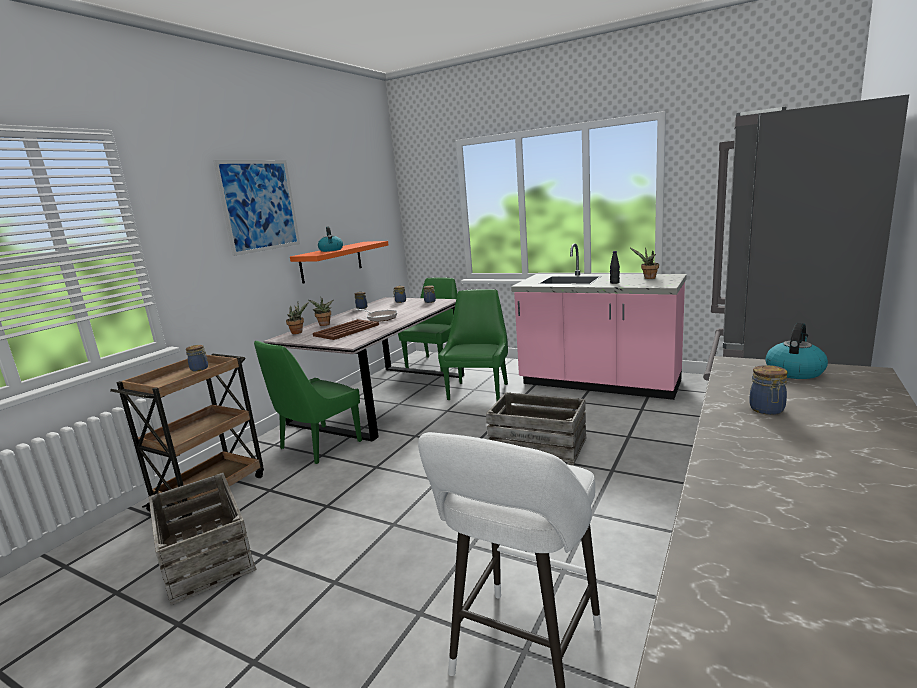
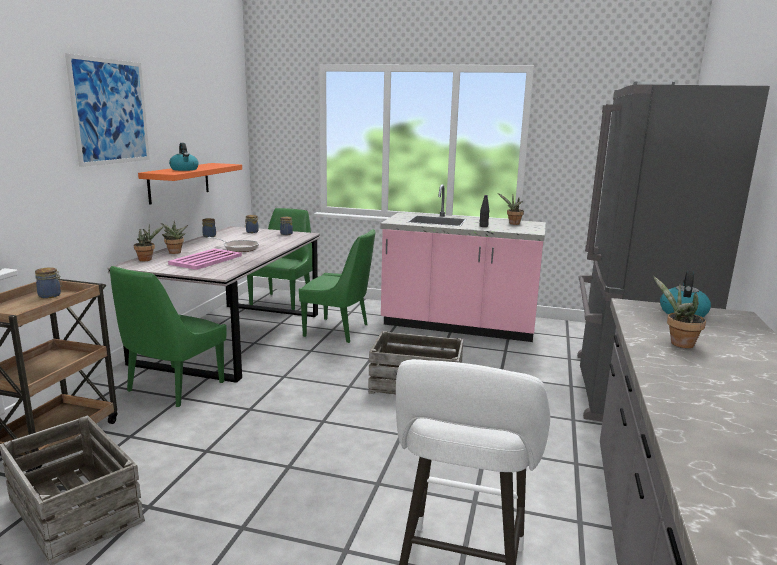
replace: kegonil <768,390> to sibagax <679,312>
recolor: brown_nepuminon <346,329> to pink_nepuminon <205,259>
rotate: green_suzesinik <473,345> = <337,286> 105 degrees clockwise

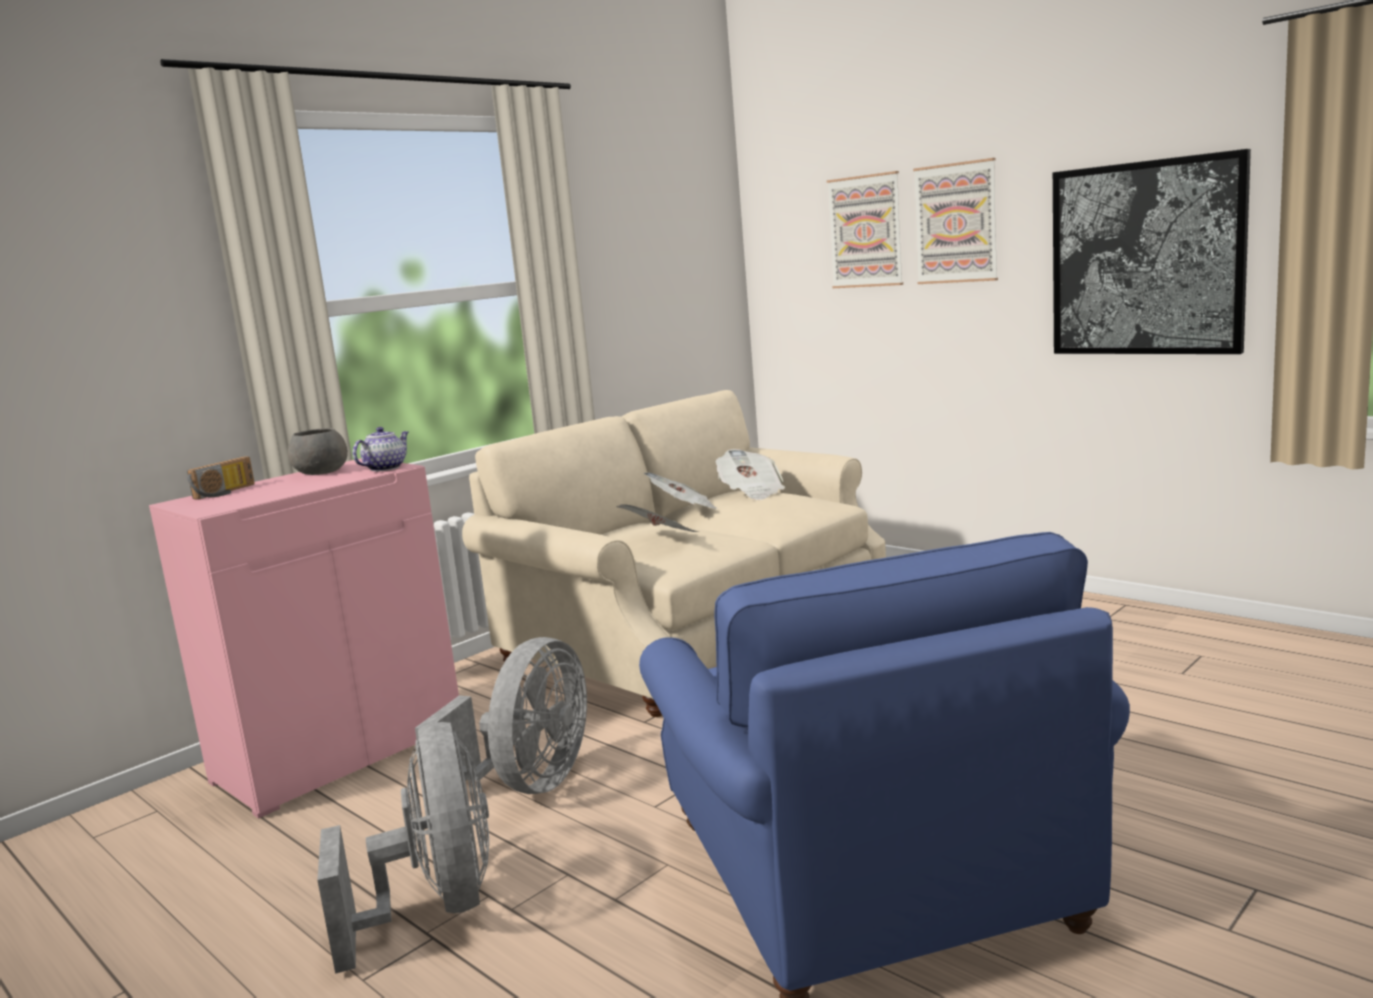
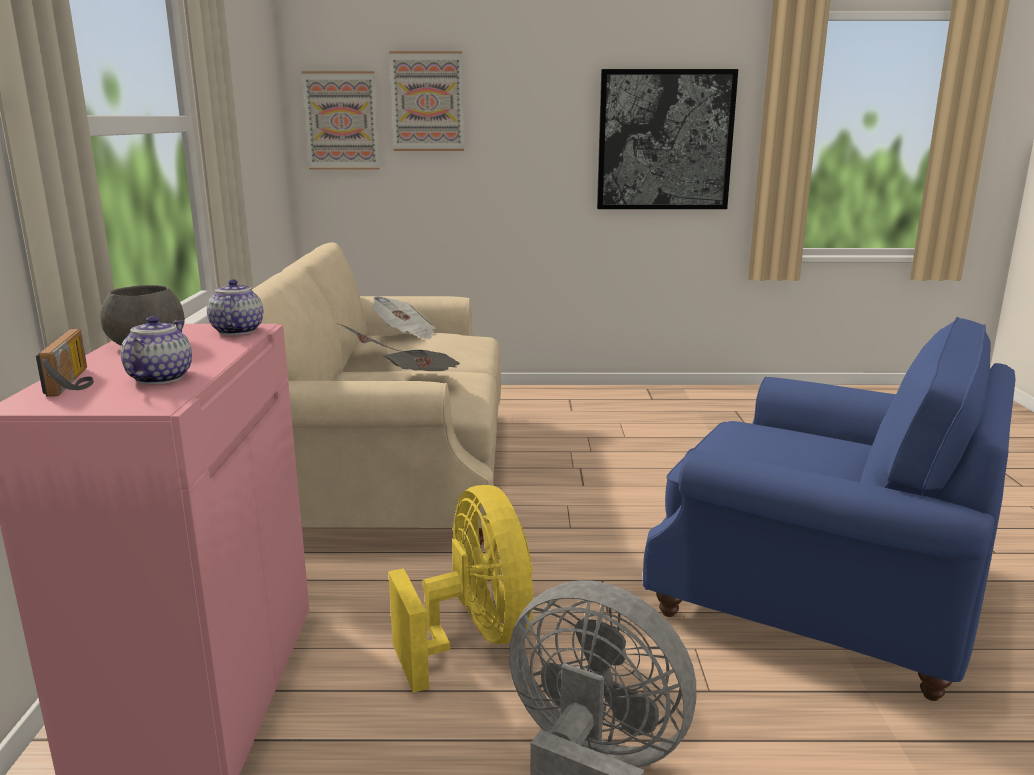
insert: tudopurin <156,350>
move: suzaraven <955,221> to <340,120>
recolor: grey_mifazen <501,715> to yellow_mifazen <460,589>

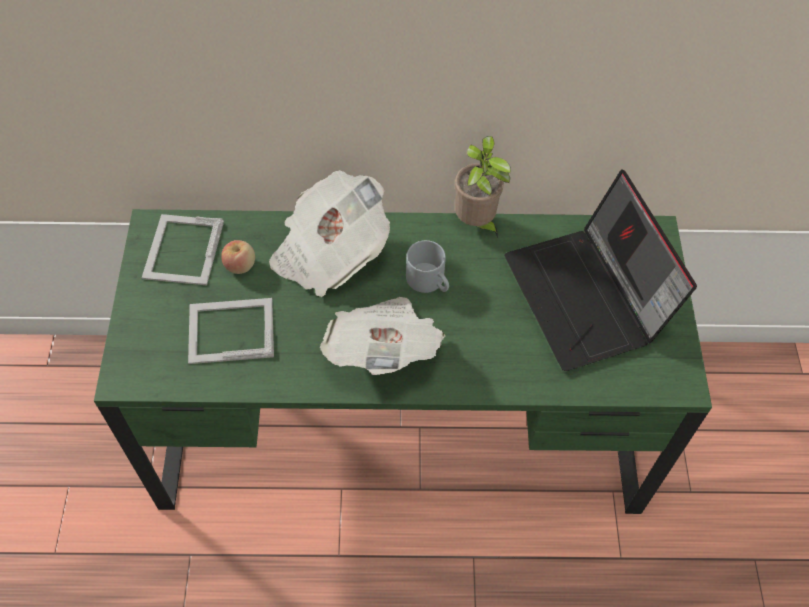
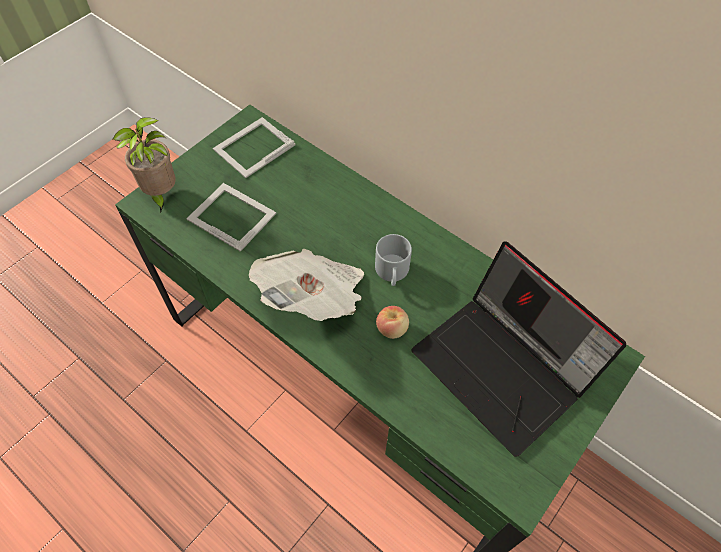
delete: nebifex <329,233>
move: sibagax <483,187> to <144,165>; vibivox <238,257> to <392,322>
rotate: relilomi <600,270> = <519,349> 60 degrees counterclockwise

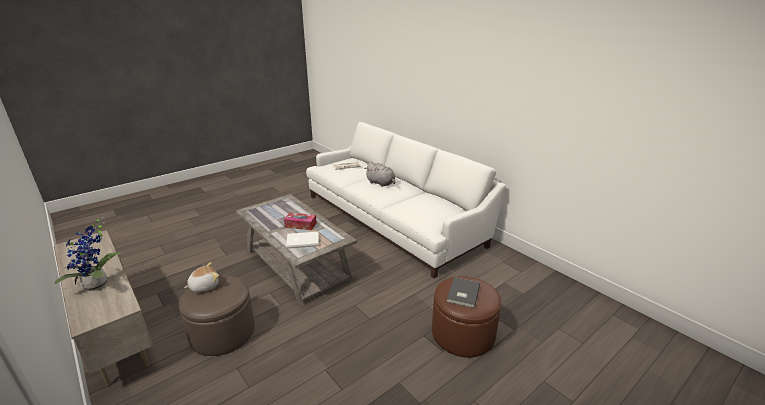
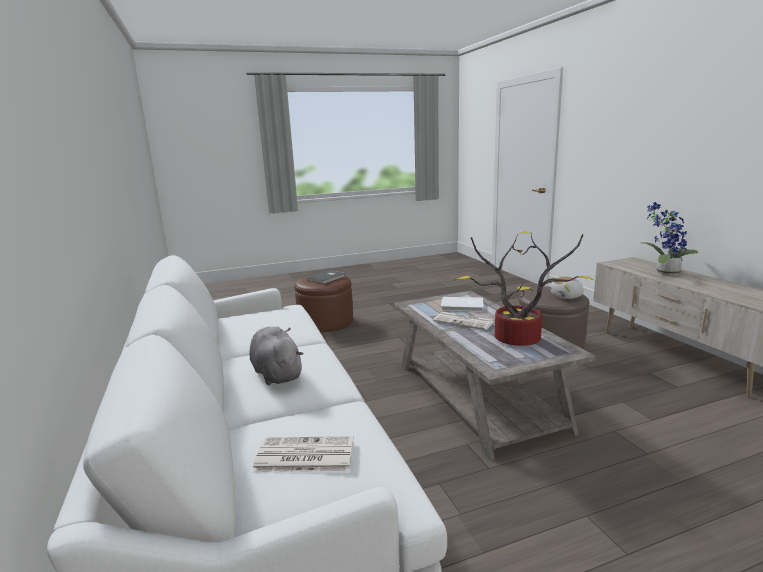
insert: sibagax <524,289>
replace: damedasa <300,221> to nebifex <464,321>

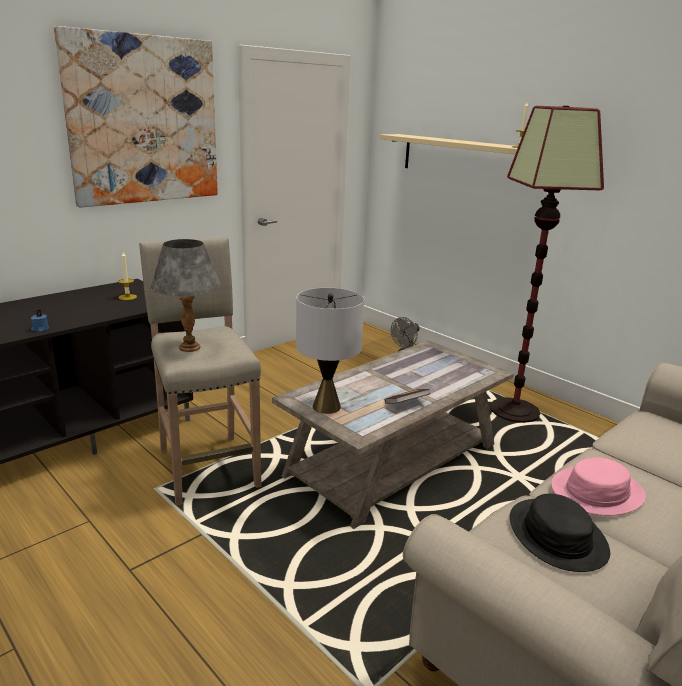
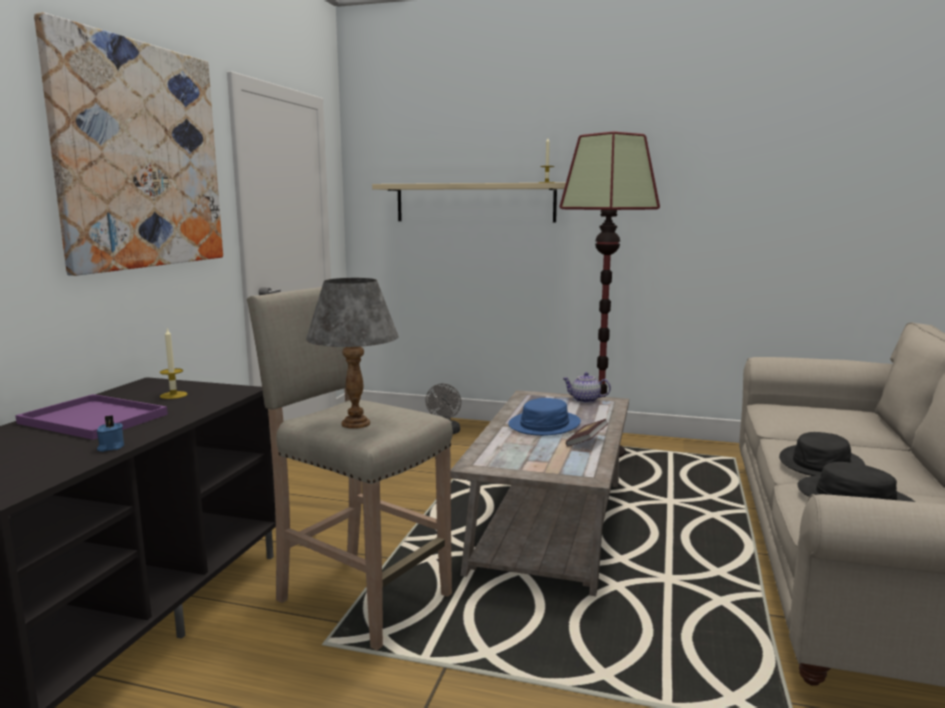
delete: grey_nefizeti <330,351>
insert: tudopurin <586,387>; purple_nepuminon <91,417>; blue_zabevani <544,417>
recolor: pink_zabevani <598,487> to black_zabevani <822,454>

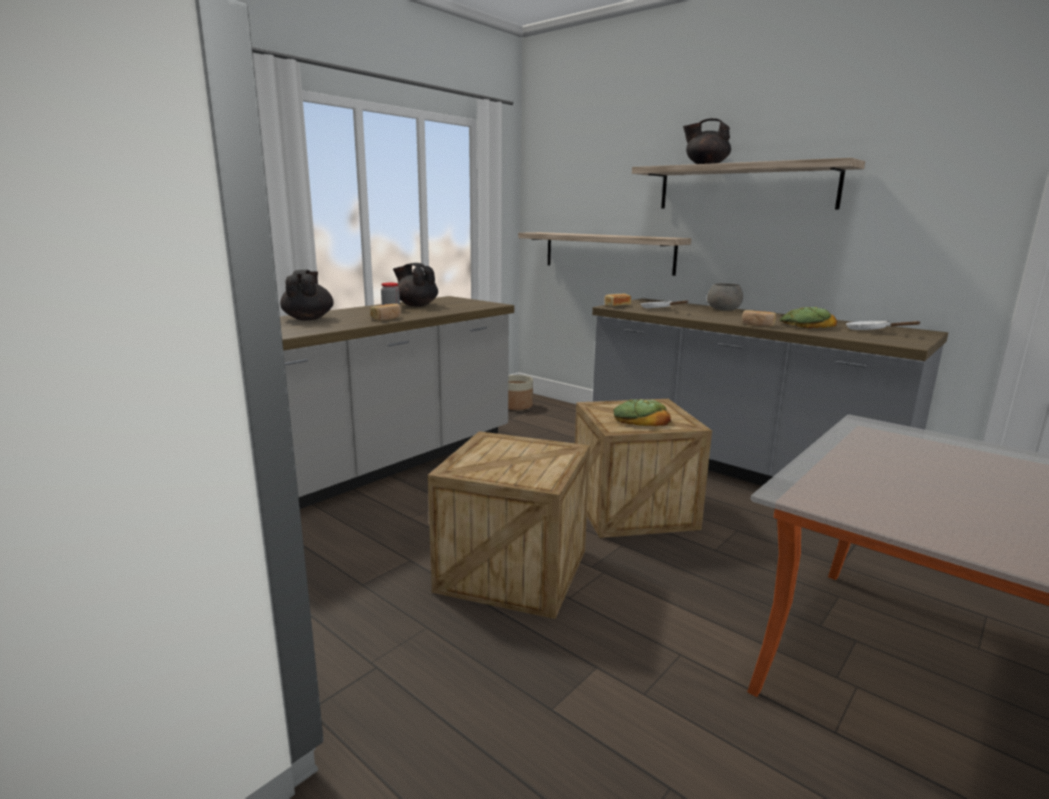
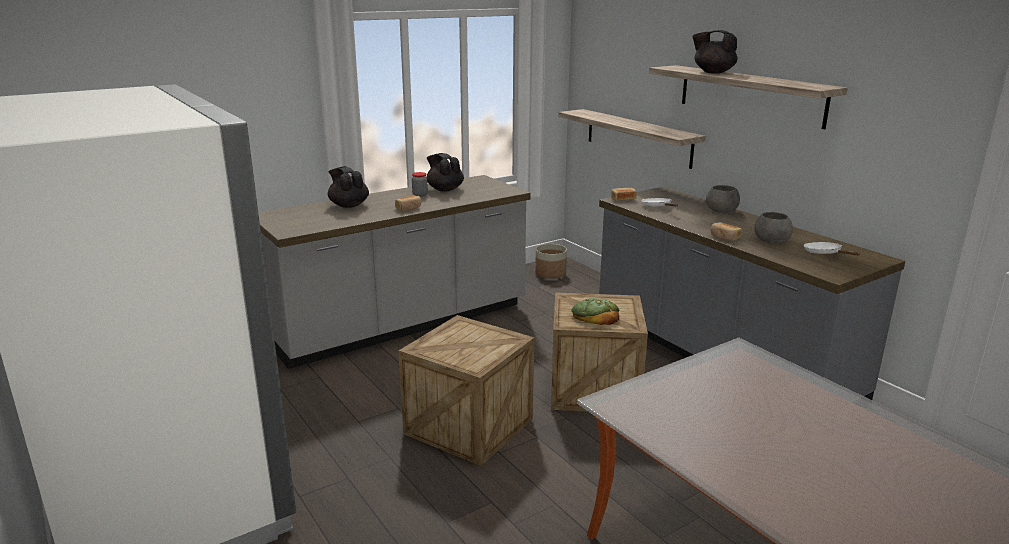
replace: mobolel <808,317> to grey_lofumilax <773,228>
rotate: black_tudopurin <307,295> = <348,187> 45 degrees counterclockwise

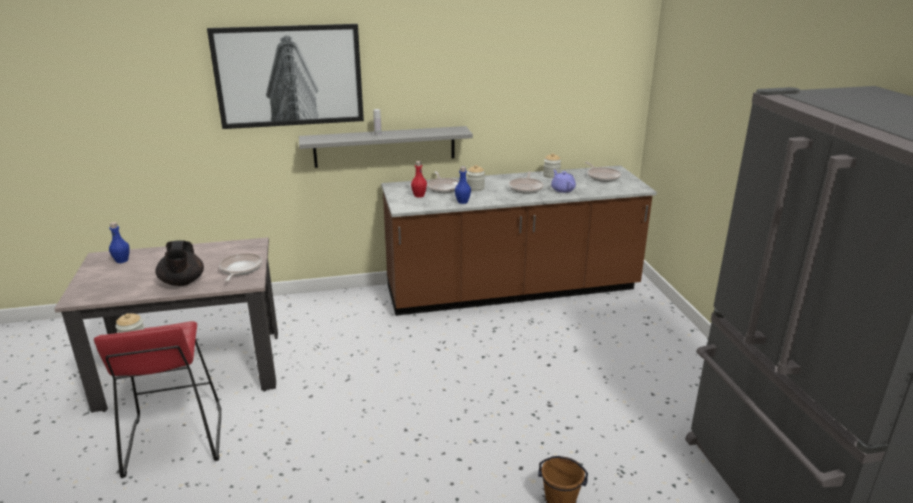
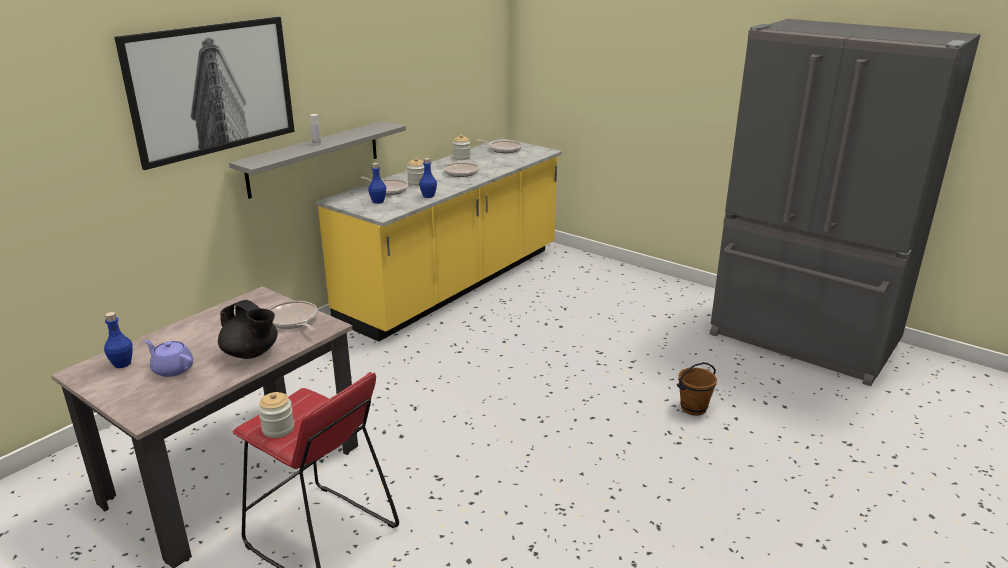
move: purple_tudopurin <563,181> to <169,358>
recolor: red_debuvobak <419,179> to blue_debuvobak <377,183>; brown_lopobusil <519,240> to yellow_lopobusil <439,240>

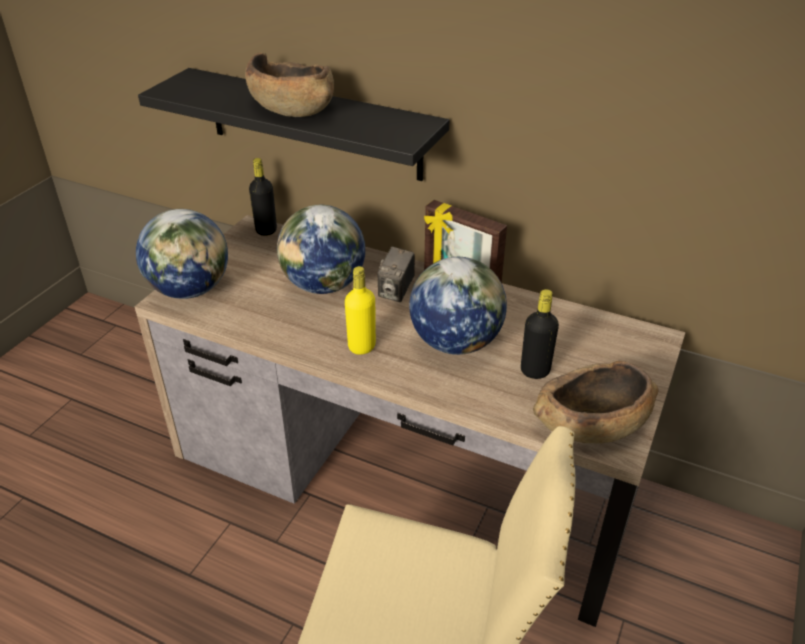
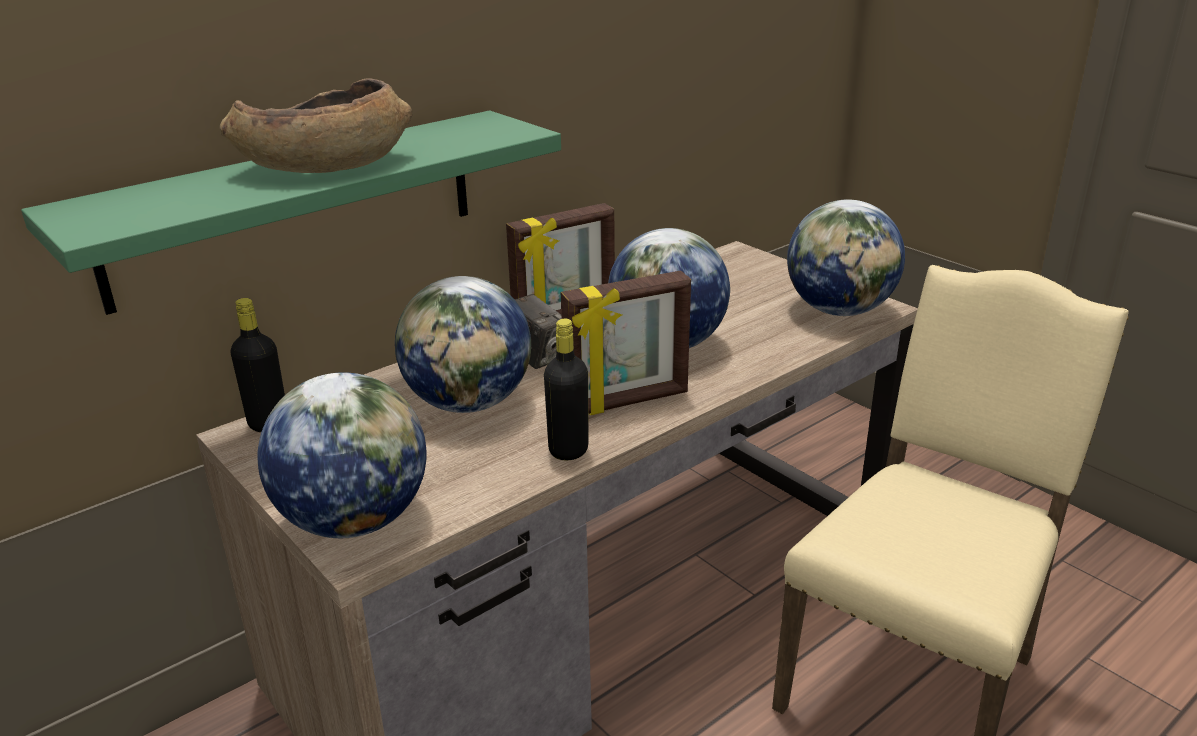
move: black_debuvobak <540,334> to <566,389>
replace: yellow_debuvobak <360,310> to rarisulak <626,343>; brown_lofumilax <596,402> to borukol <846,258>
recolor: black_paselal <294,124> to green_paselal <291,212>

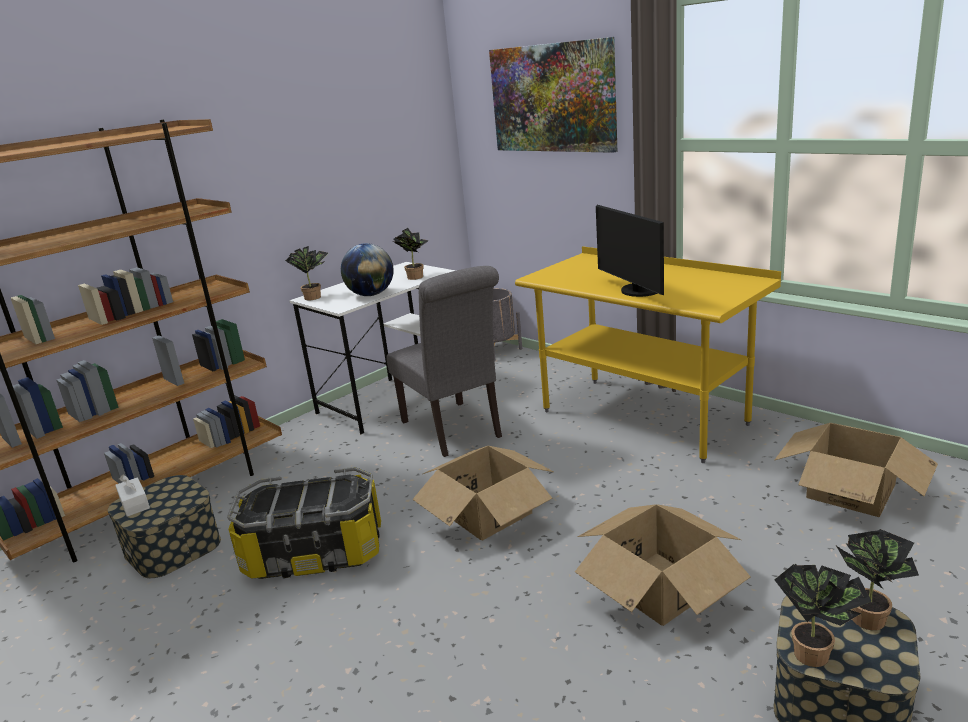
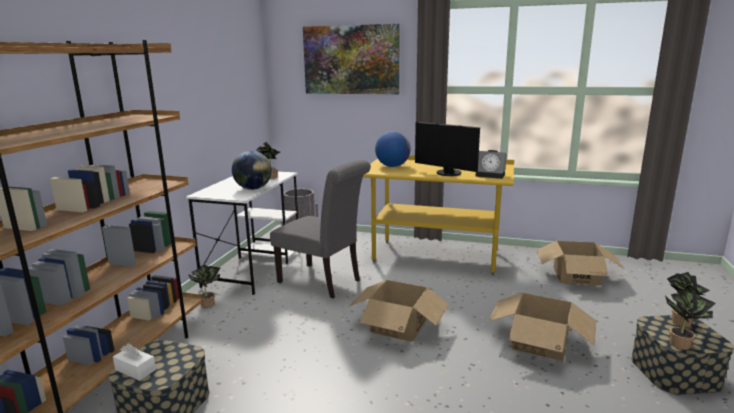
delete: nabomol <304,523>
insert: borukol <392,149>; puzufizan <491,164>
move: sibagax <306,273> to <204,286>

